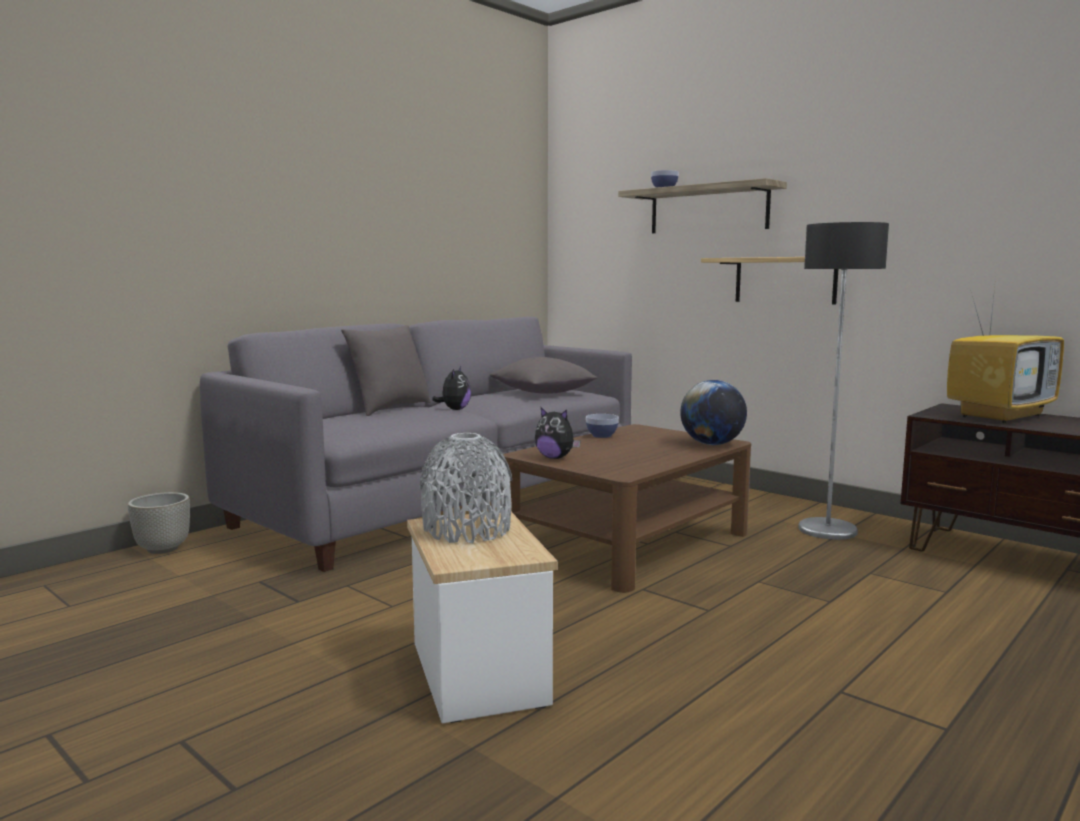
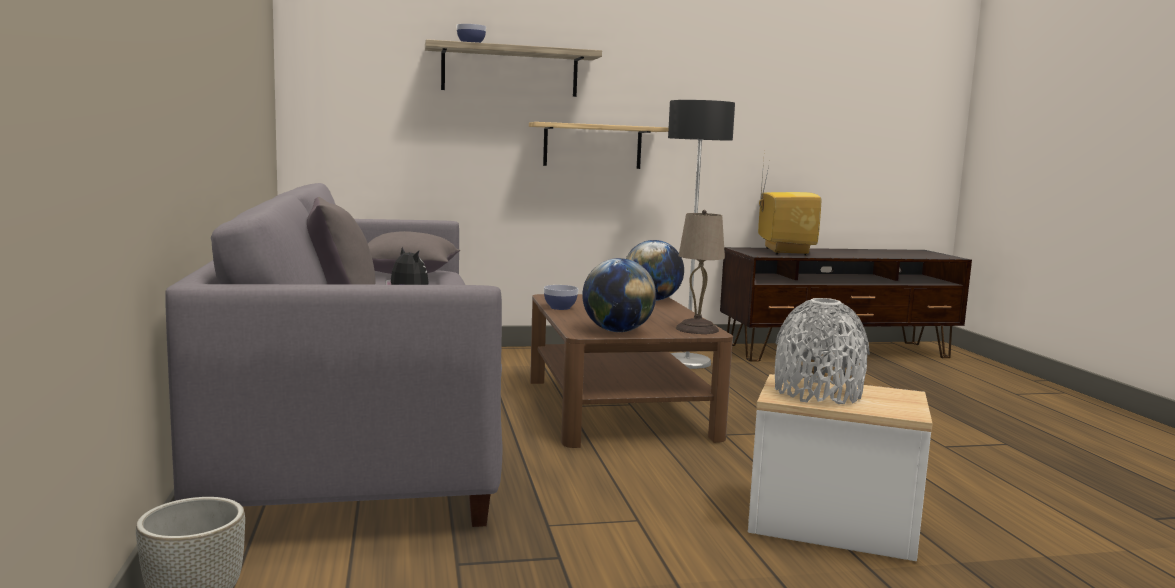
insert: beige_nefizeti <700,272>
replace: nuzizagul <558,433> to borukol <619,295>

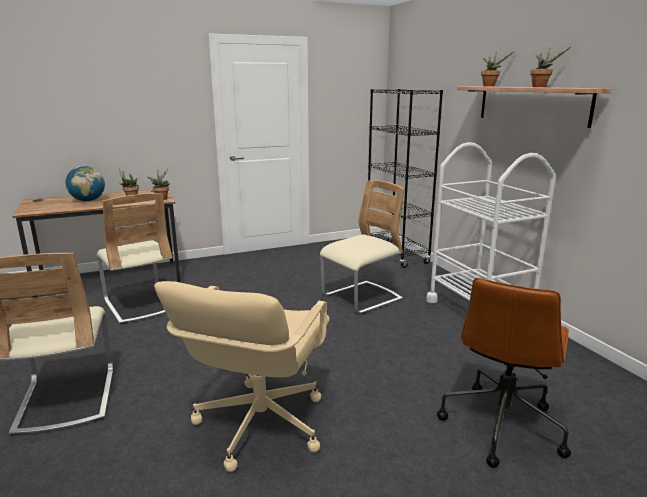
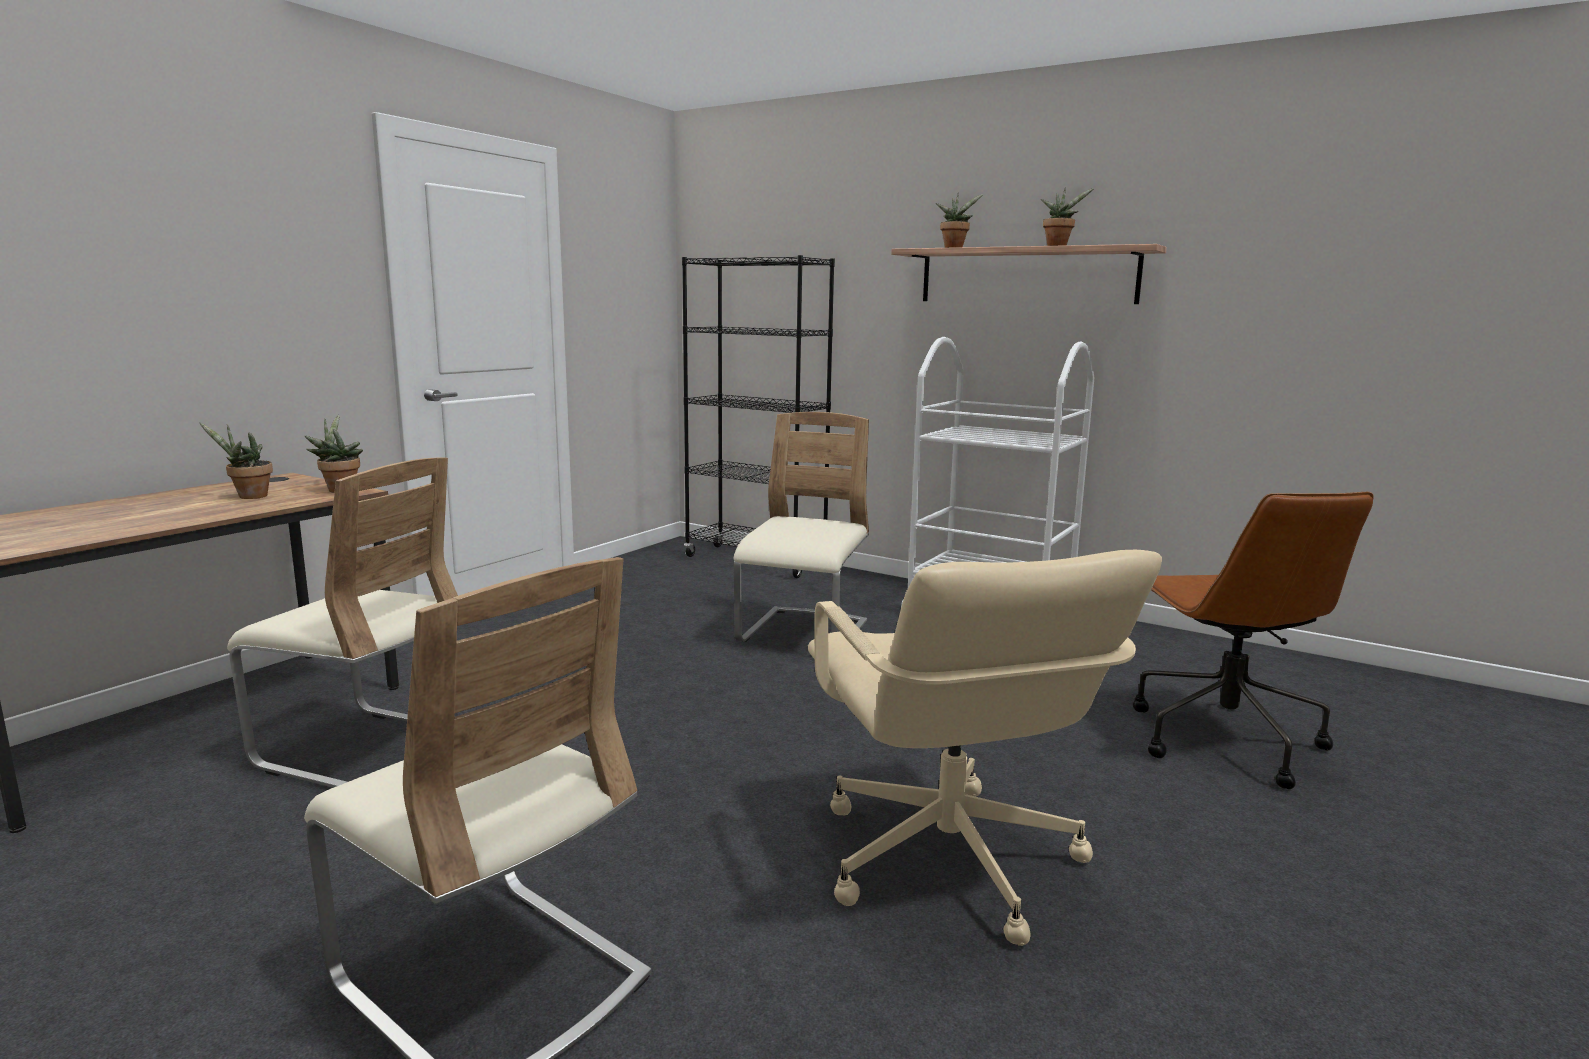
delete: borukol <85,183>

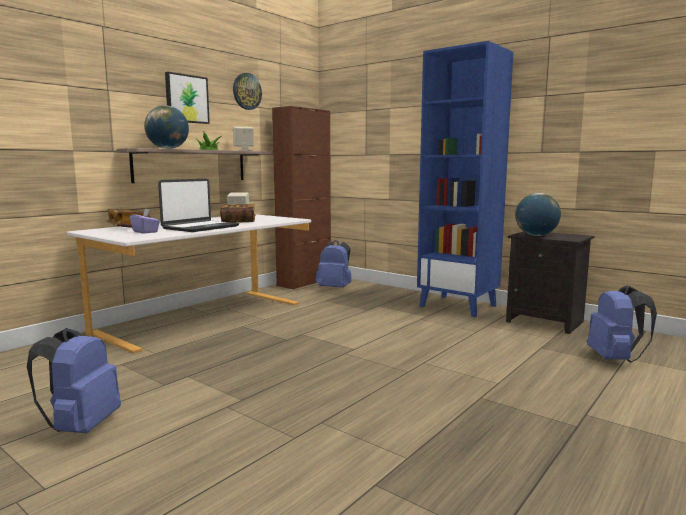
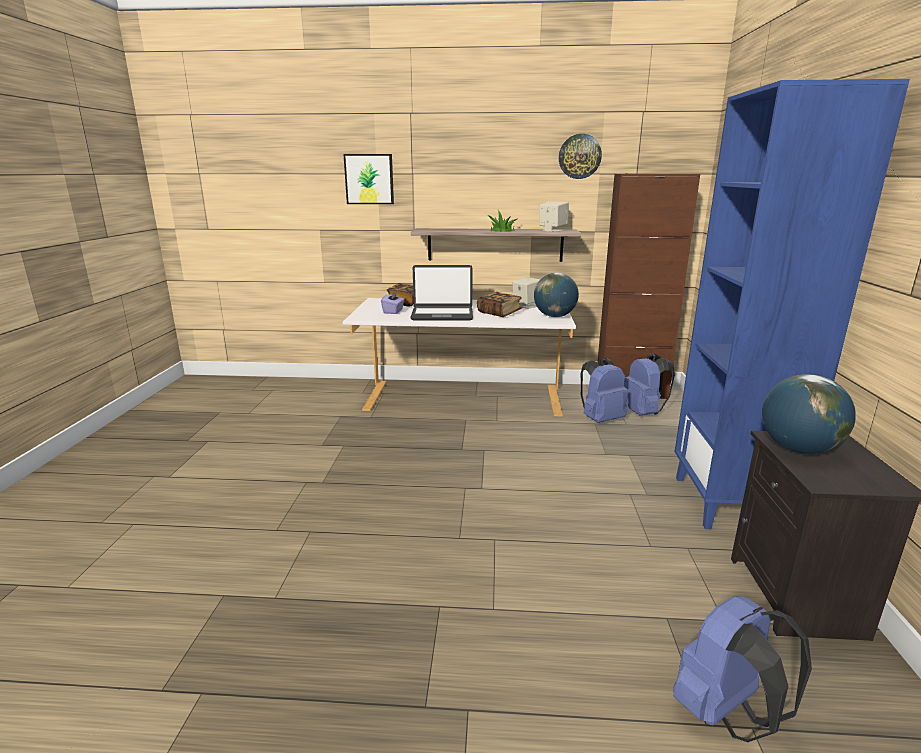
move: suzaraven <187,98> to <368,179>; borukol <166,127> to <556,295>; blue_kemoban <74,380> to <604,390>

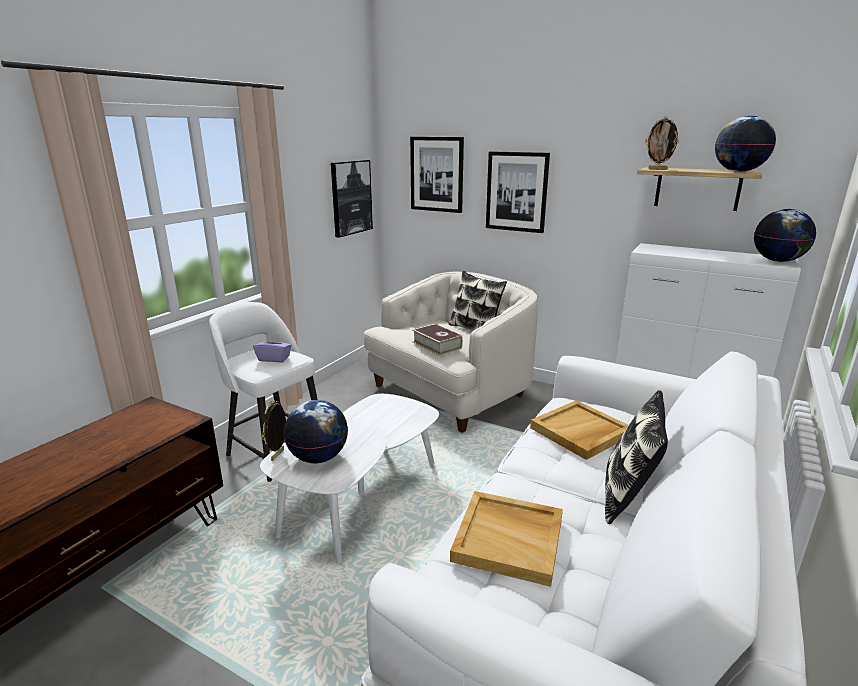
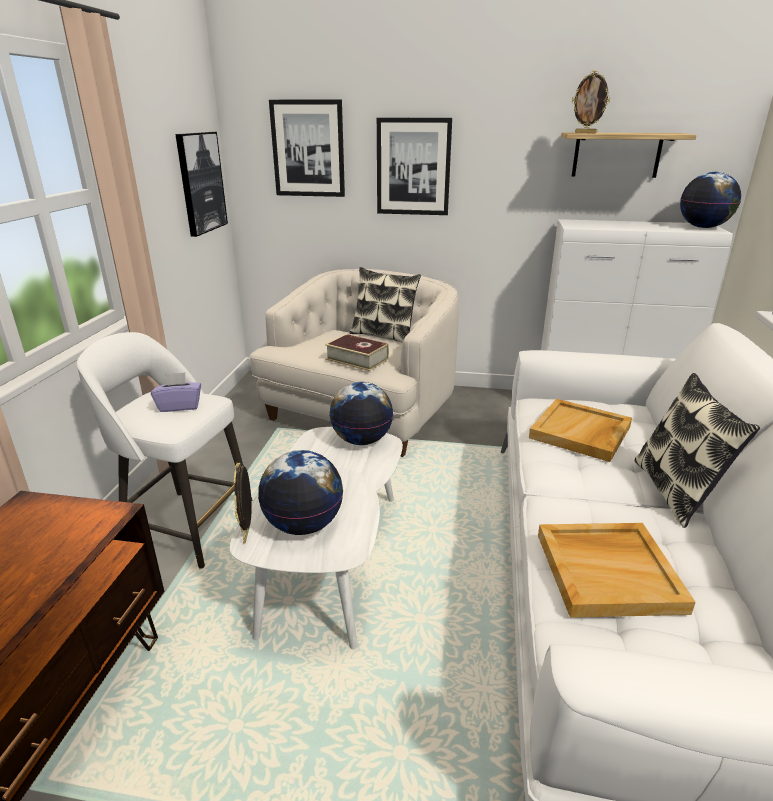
move: borukol <745,144> to <361,413>

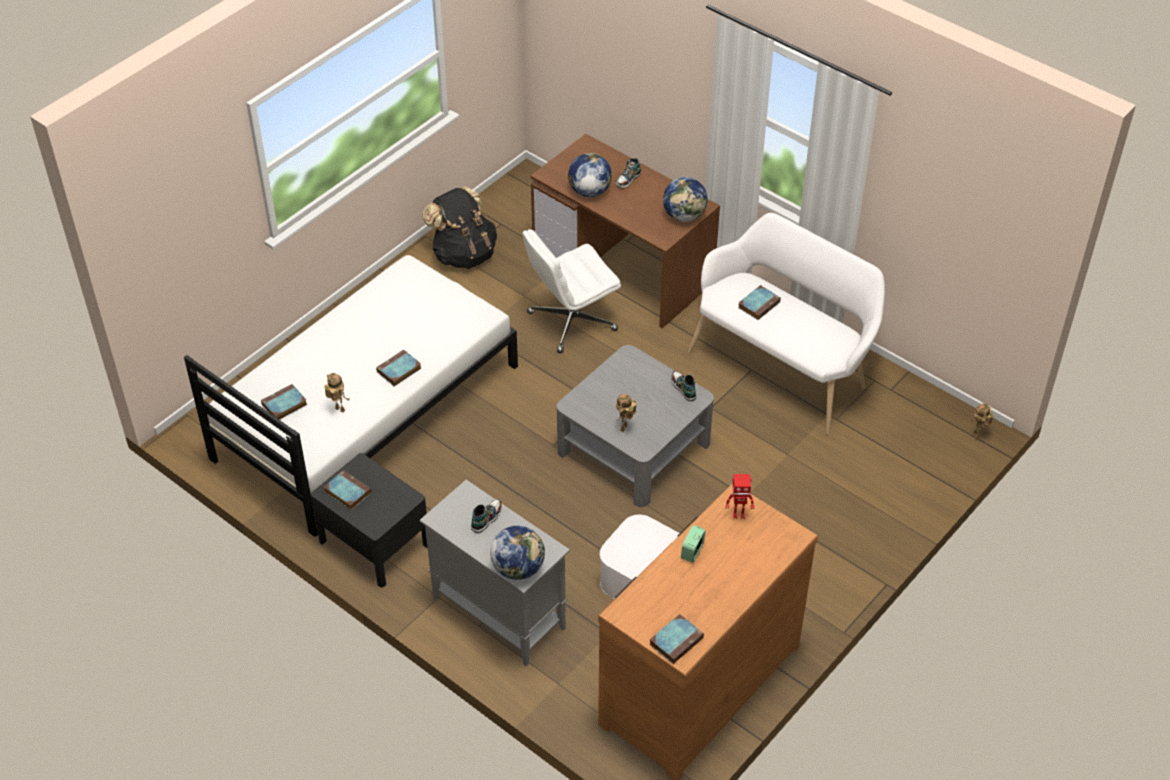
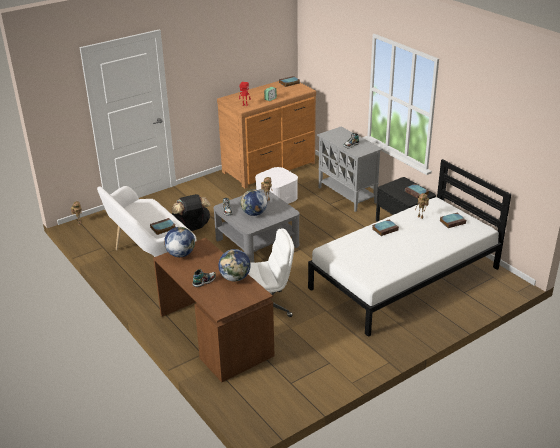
move: black_kemoban <460,227> to <191,212>; borukol <517,553> to <253,202>

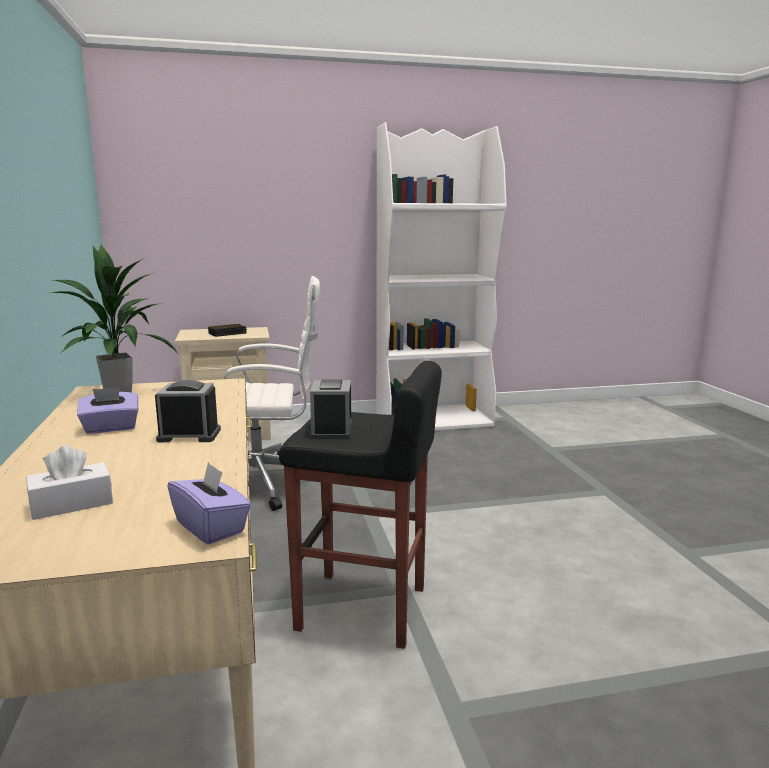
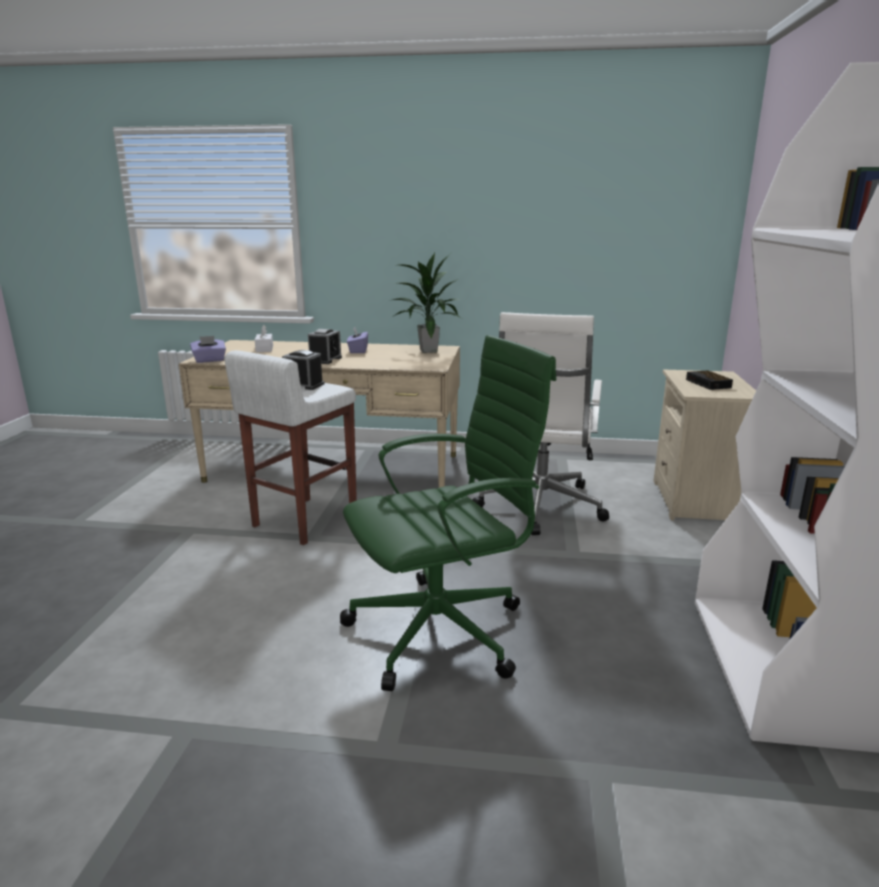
insert: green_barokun <448,513>
recolor: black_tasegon <360,505> to white_tasegon <291,447>

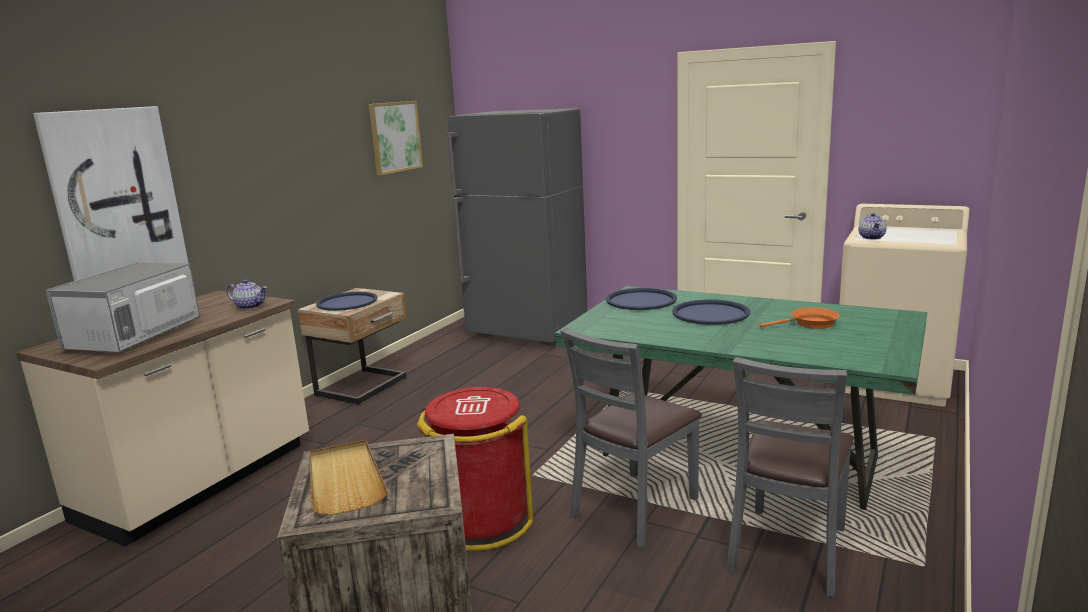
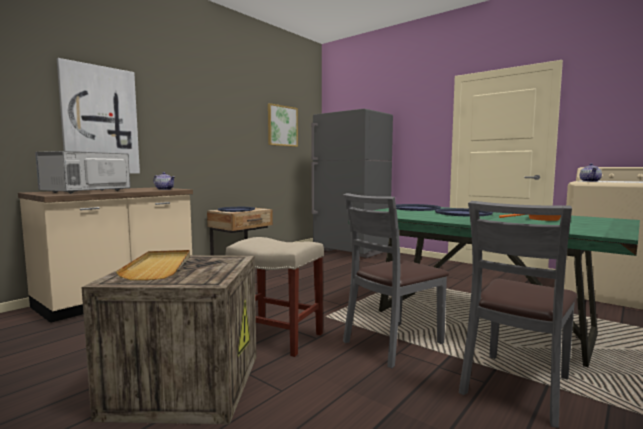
replace: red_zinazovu <475,469> to beige_tasegon <275,297>

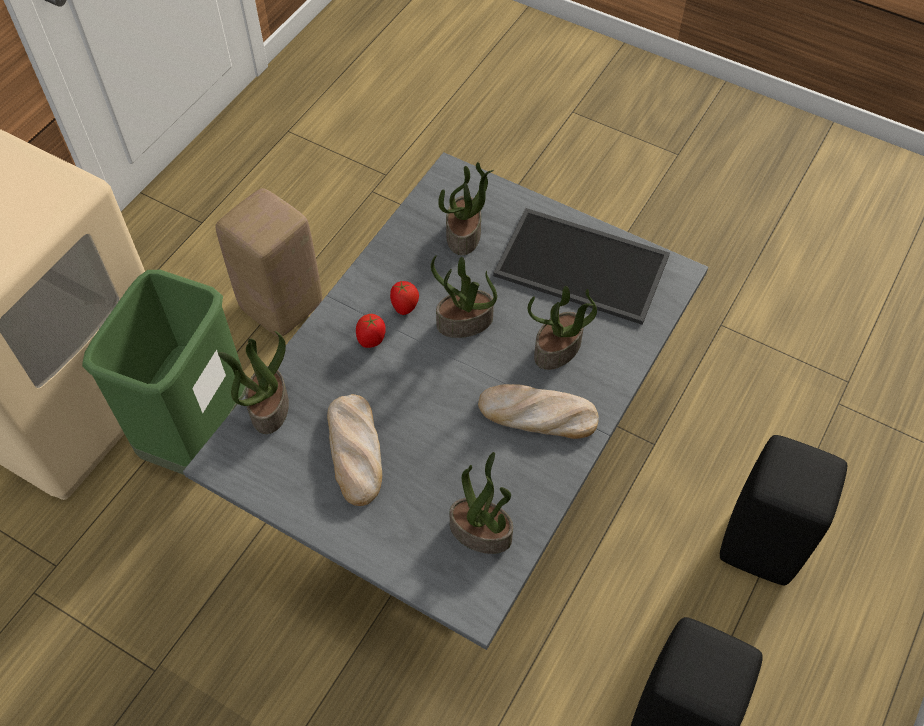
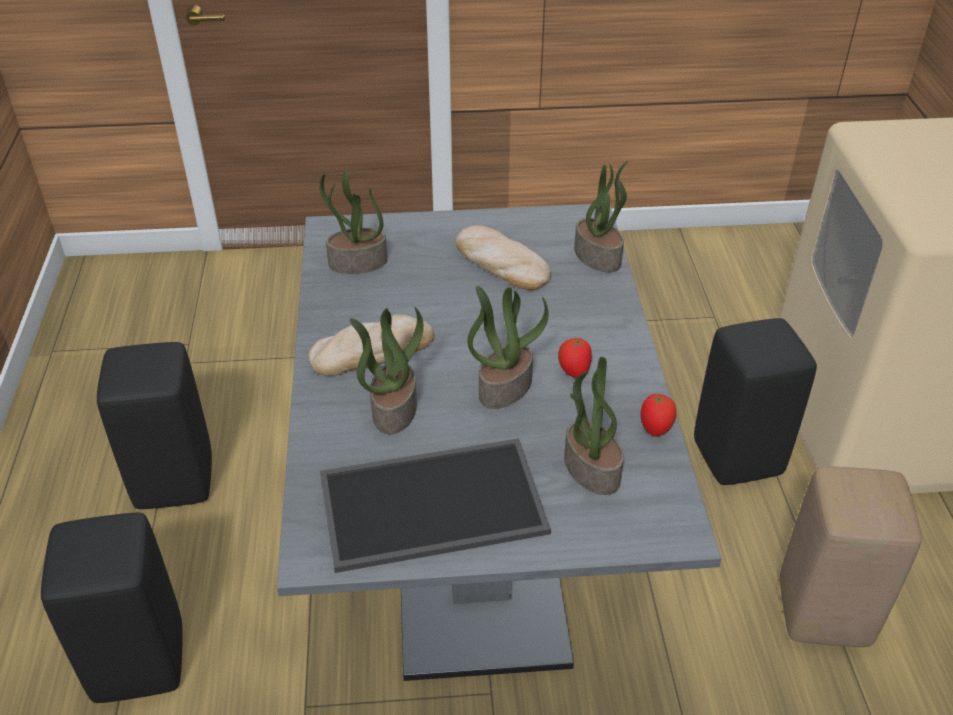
move: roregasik <371,331> to <658,415>
replace: green_zinazovu <164,372> to black_tasegon <755,401>

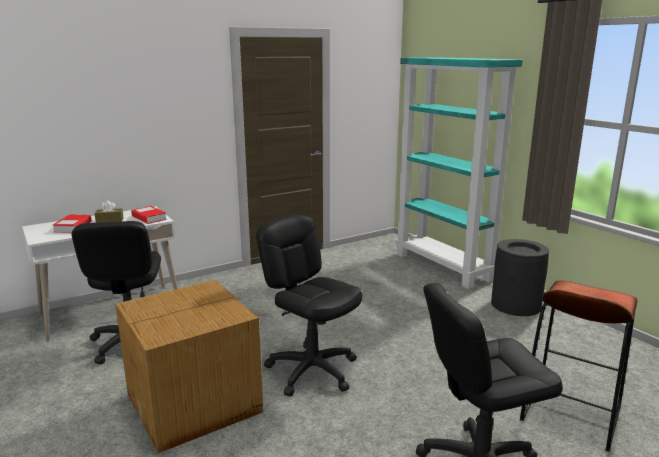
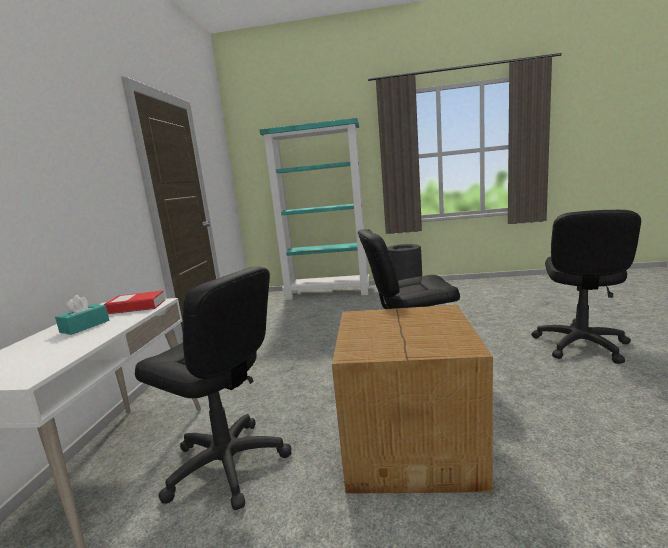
delete: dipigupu <72,224>; brown_tasegon <578,366>
recolor: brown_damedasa <109,212> to turquoise_damedasa <82,315>

